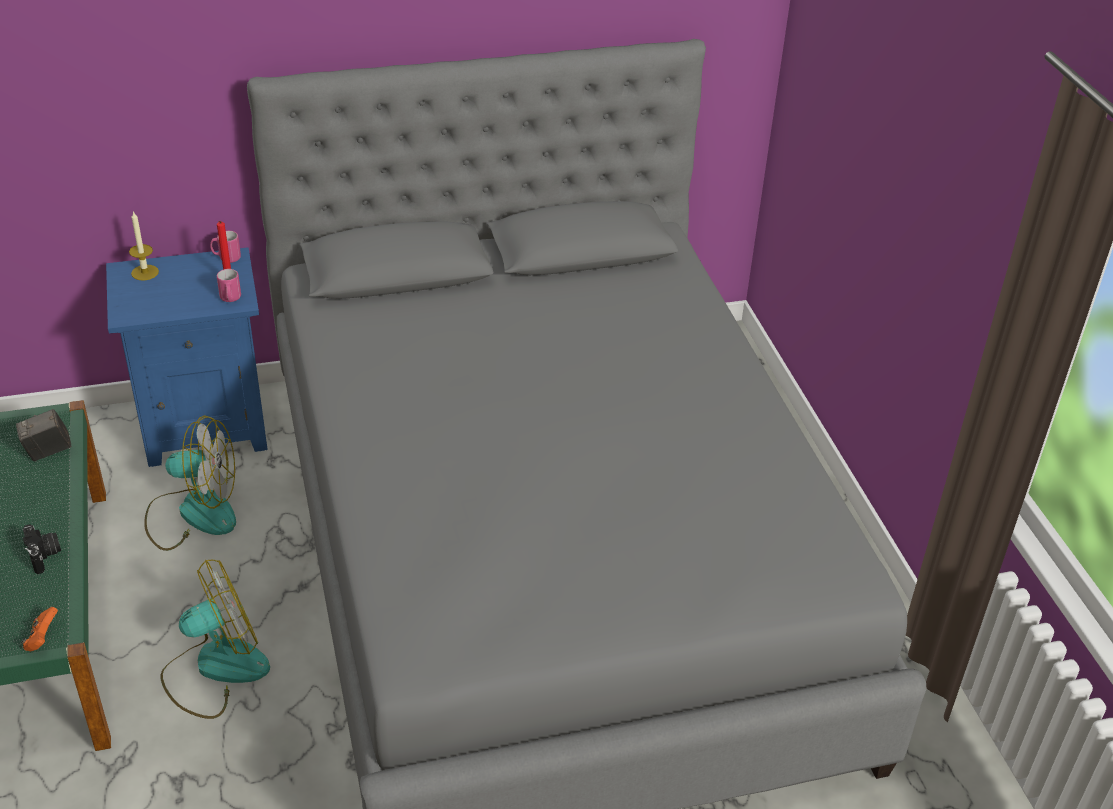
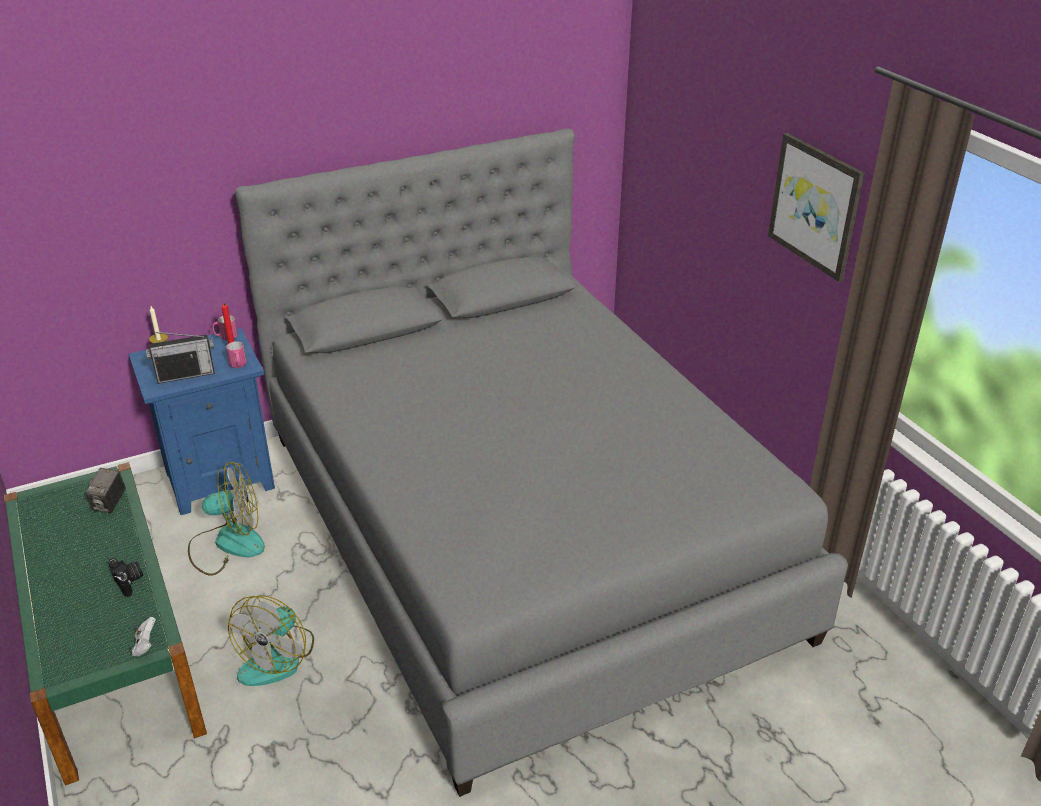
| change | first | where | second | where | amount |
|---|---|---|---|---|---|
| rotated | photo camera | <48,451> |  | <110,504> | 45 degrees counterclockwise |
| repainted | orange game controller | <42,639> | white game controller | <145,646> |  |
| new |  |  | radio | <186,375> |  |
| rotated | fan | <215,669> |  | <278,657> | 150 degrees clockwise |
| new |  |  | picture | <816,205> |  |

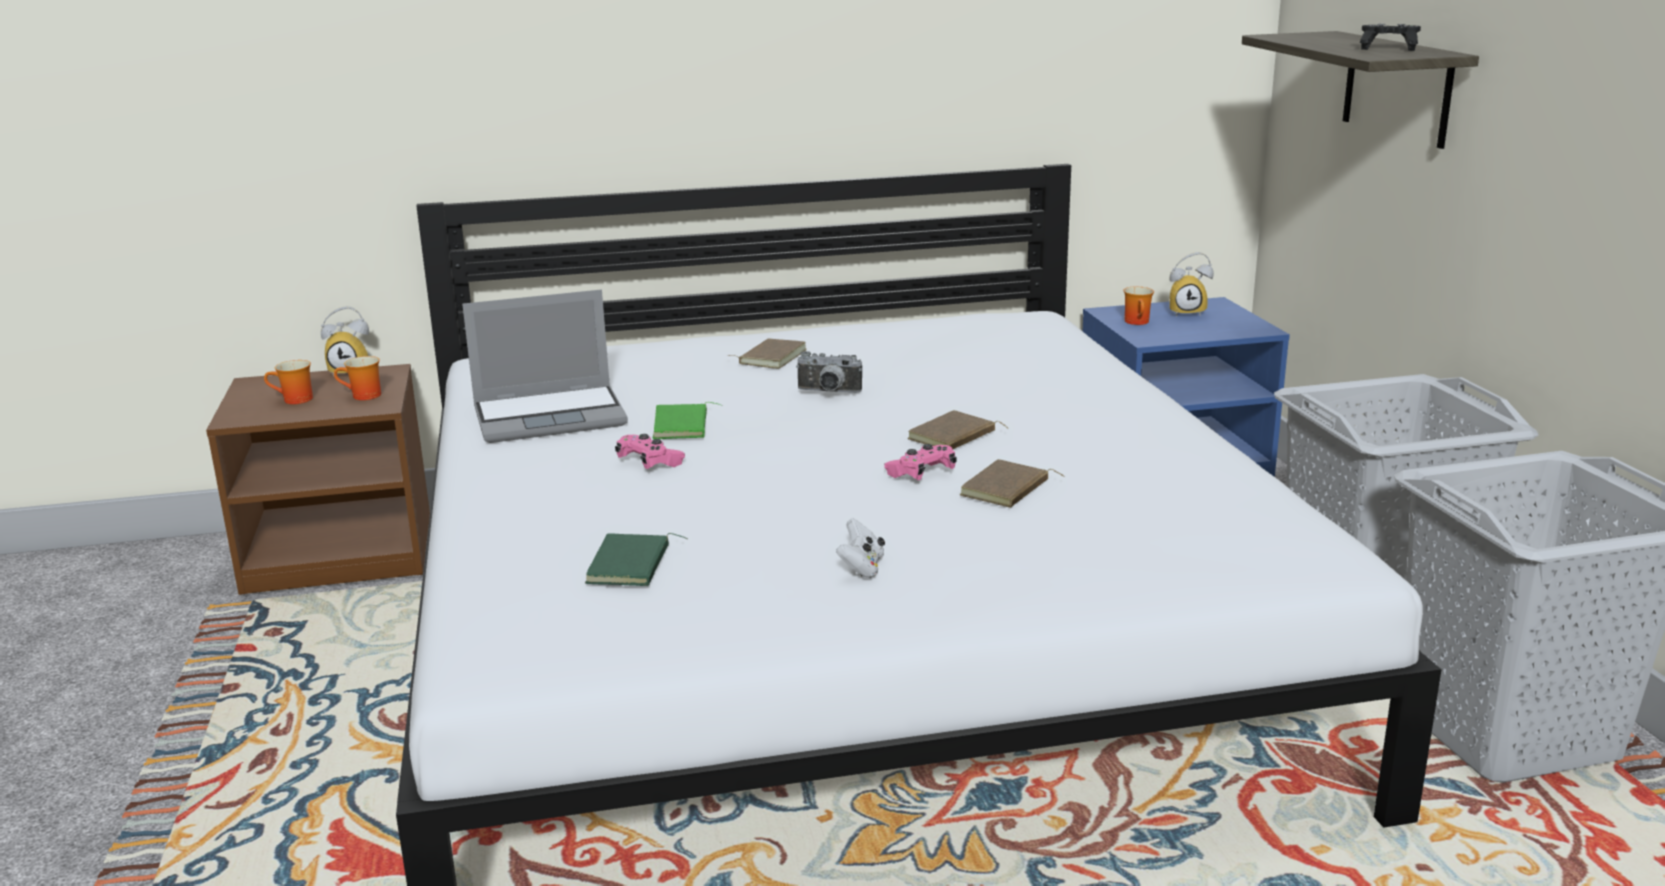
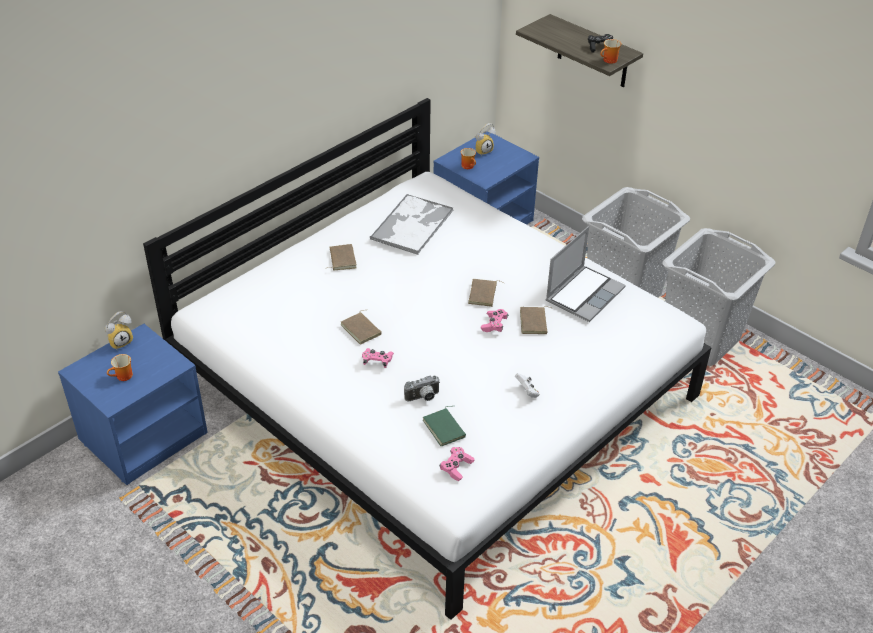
| change | first | where | second | where | amount |
|---|---|---|---|---|---|
| repainted | brown nightstand | <342,553> | blue nightstand | <143,435> |  |
| repainted | green book | <683,426> | brown book | <362,329> |  |
| new |  |  | tray | <412,224> |  |
| shifted | photo camera | <828,392> |  | <423,398> |  |
| new |  |  | pink game controller | <456,467> |  |
| shifted | laptop | <551,416> |  | <584,294> |  |
| shifted | mug | <363,396> |  | <609,61> |  |

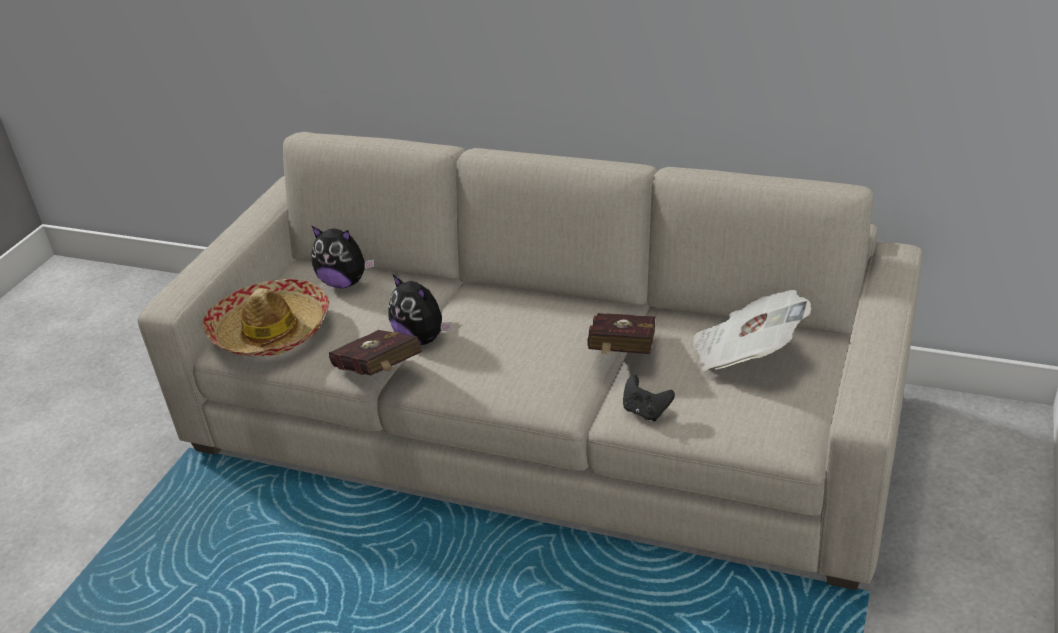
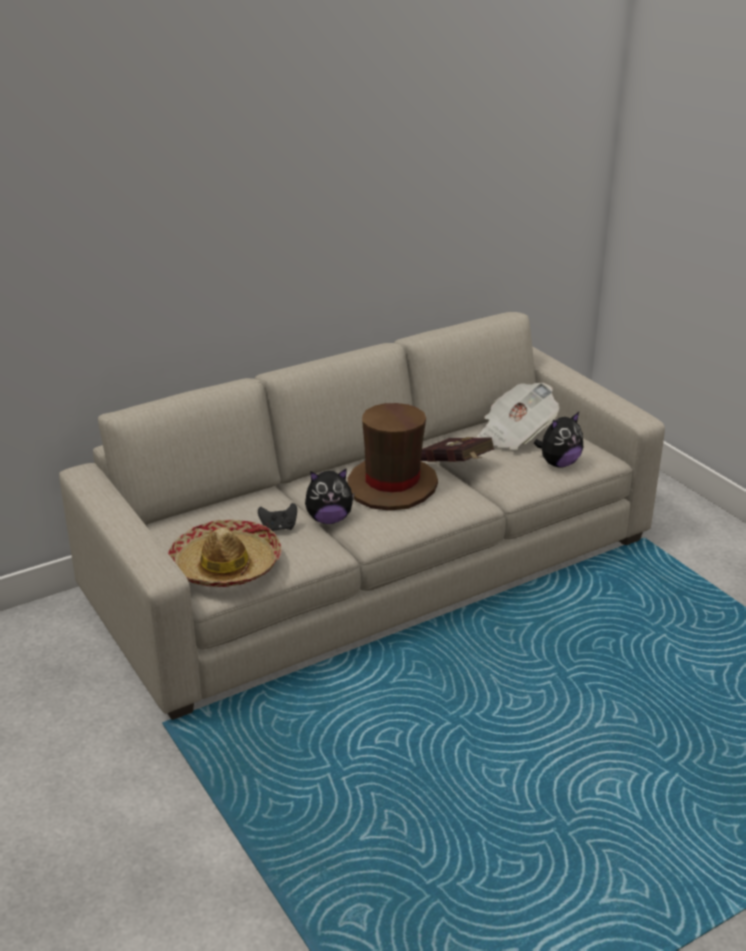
| change | first | where | second | where | amount |
|---|---|---|---|---|---|
| shifted | black game controller | <646,411> |  | <279,528> |  |
| new |  |  | brown hat | <392,486> |  |
| shifted | plush toy | <345,283> |  | <558,463> |  |
| gone | red book | <380,374> |  |  |  |

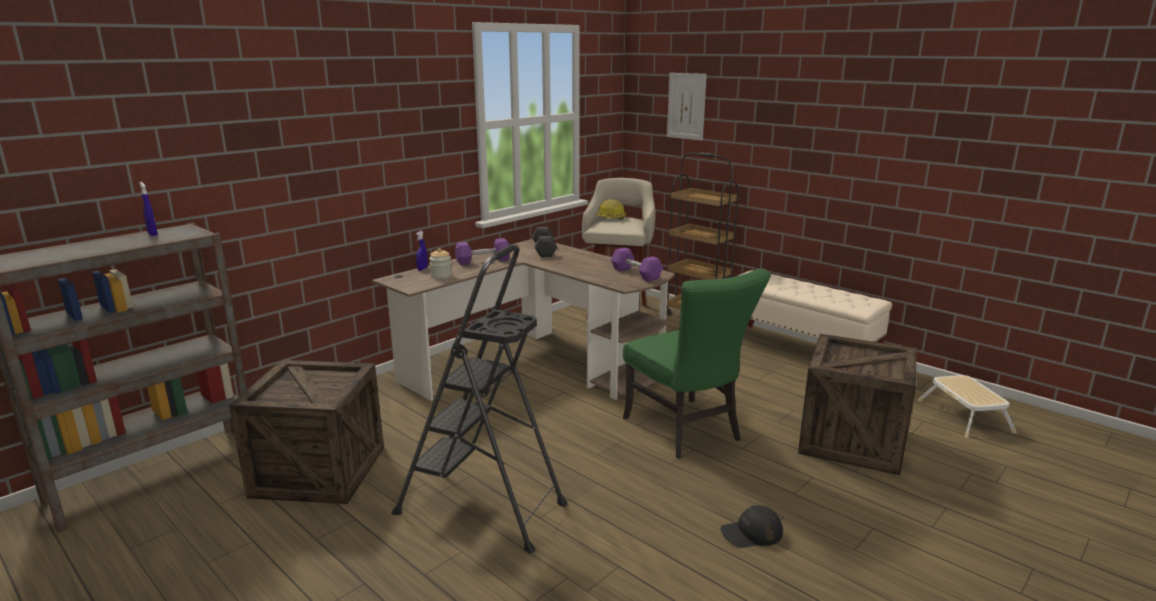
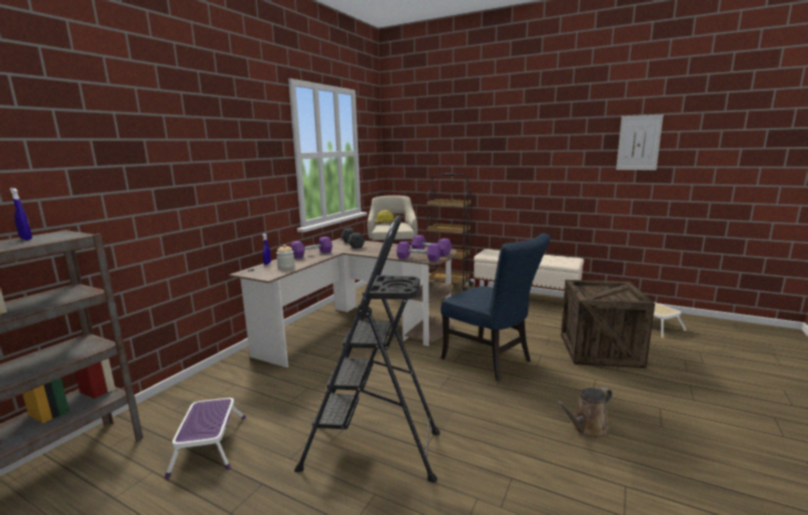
| change | first | where | second | where | amount |
|---|---|---|---|---|---|
| swapped | crate | <319,471> | purple step ladder | <210,444> |  |
| new |  |  | purple dumbbell | <418,259> |  |
| repainted | green chair | <687,431> | blue chair | <491,360> |  |
| swapped | black cap | <751,533> | brown watering can | <587,428> |  |
| shifted | picture | <686,106> |  | <638,143> |  |

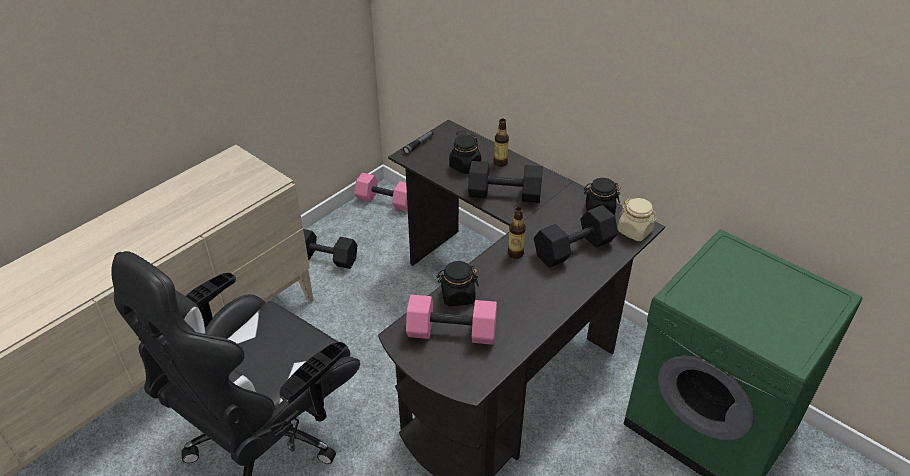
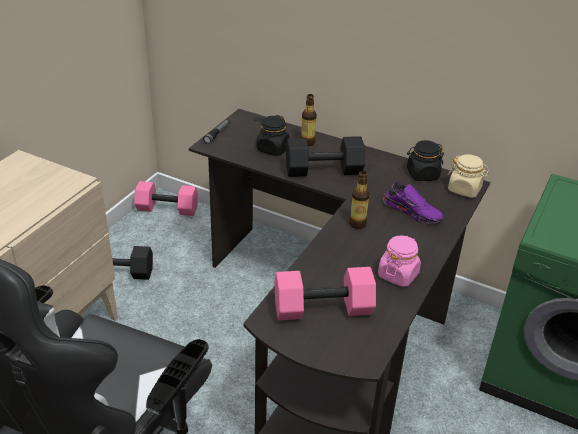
| change | first | where | second | where | amount |
|---|---|---|---|---|---|
| new |  |  | pink jar | <398,275> |  |
| swapped | black dumbbell | <574,247> | purple shoe | <413,211> |  |
| gone | black jar | <457,296> |  |  |  |

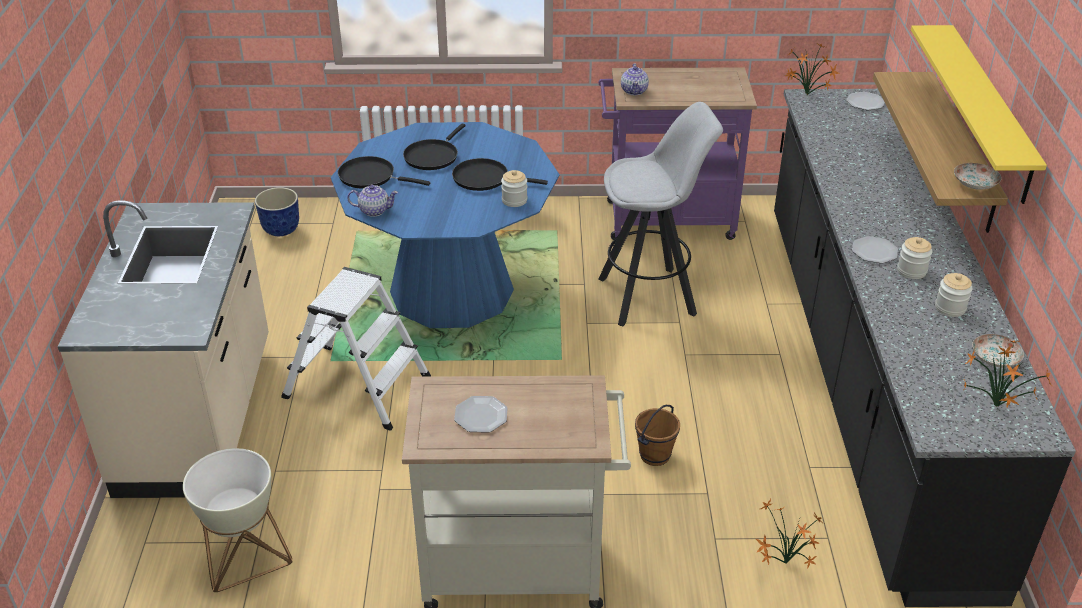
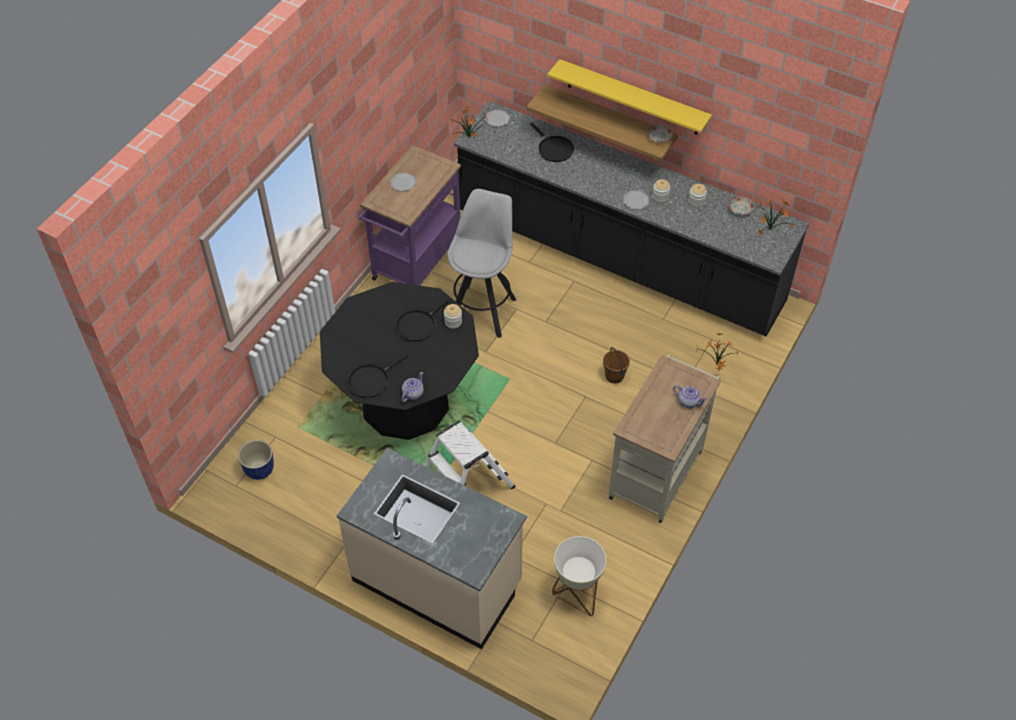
| change | first | where | second | where | amount |
|---|---|---|---|---|---|
| repainted | blue dining table | <452,291> | black dining table | <405,402> |  |
| shifted | plate | <481,416> |  | <403,182> |  |
| shifted | black frying pan | <433,156> |  | <554,149> |  |
| shifted | teapot | <634,91> |  | <688,401> |  |

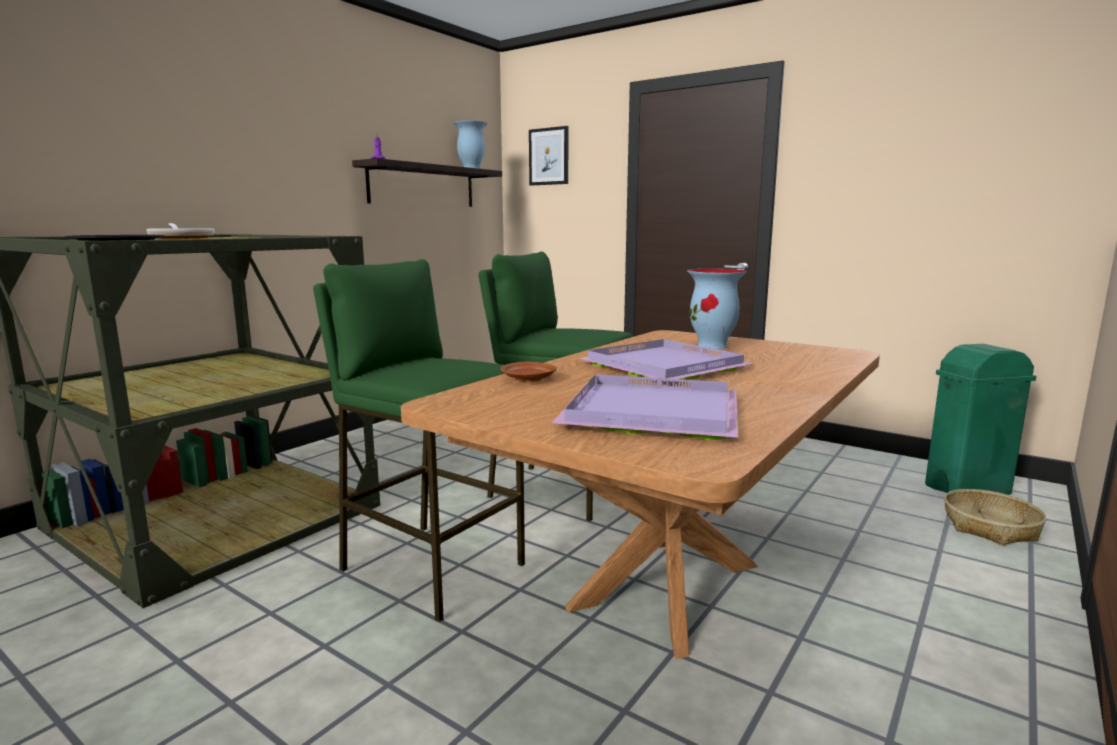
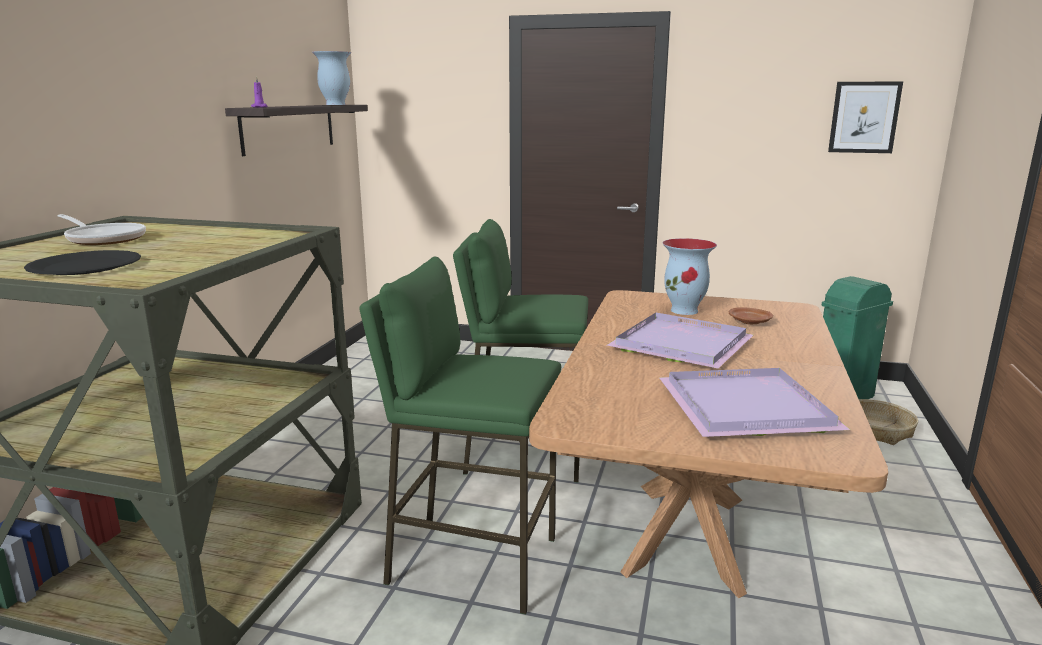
| change | first | where | second | where | amount |
|---|---|---|---|---|---|
| shifted | brown plate | <529,379> |  | <750,322> |  |
| shifted | picture | <549,156> |  | <864,117> |  |

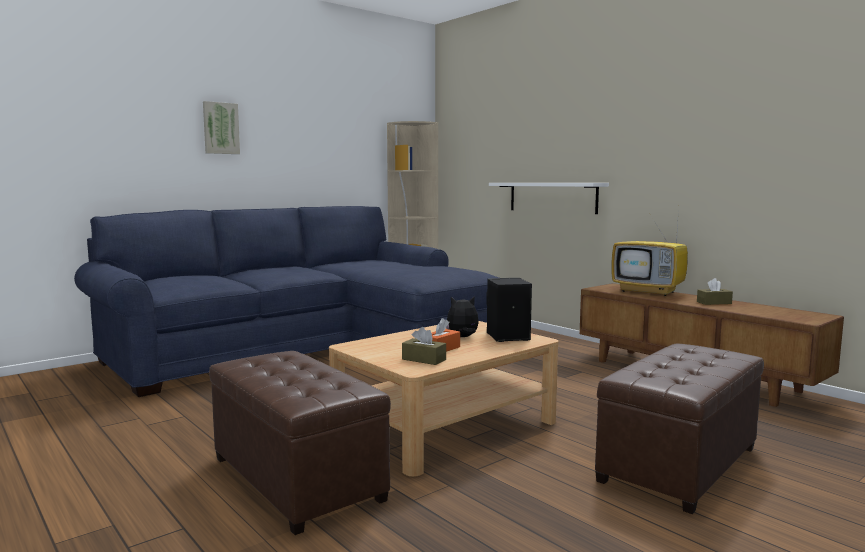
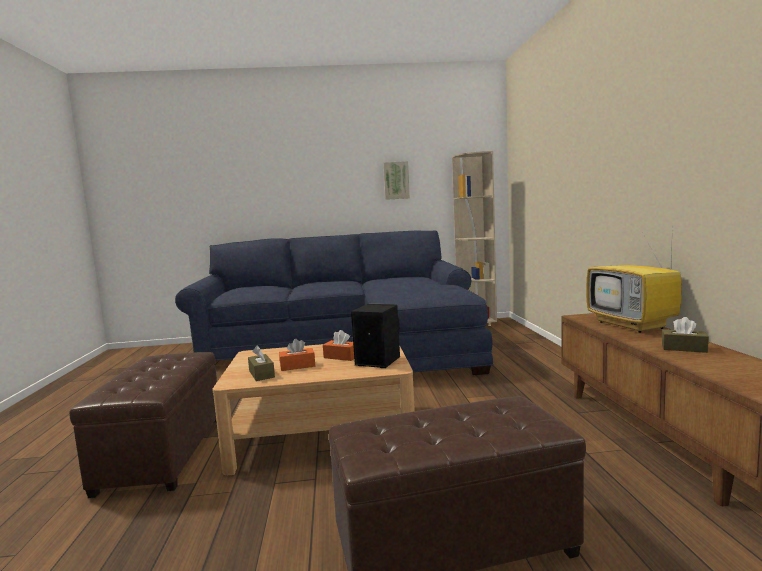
| change | first | where | second | where | amount |
|---|---|---|---|---|---|
| swapped | plush toy | <462,337> | orange tissue box | <341,357> |  |
| shifted | picture | <220,128> |  | <396,180> |  |
| gone | white shelf | <552,197> |  |  |  |

